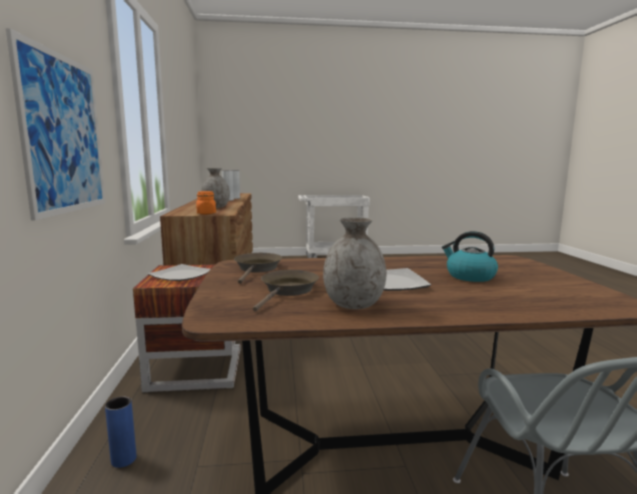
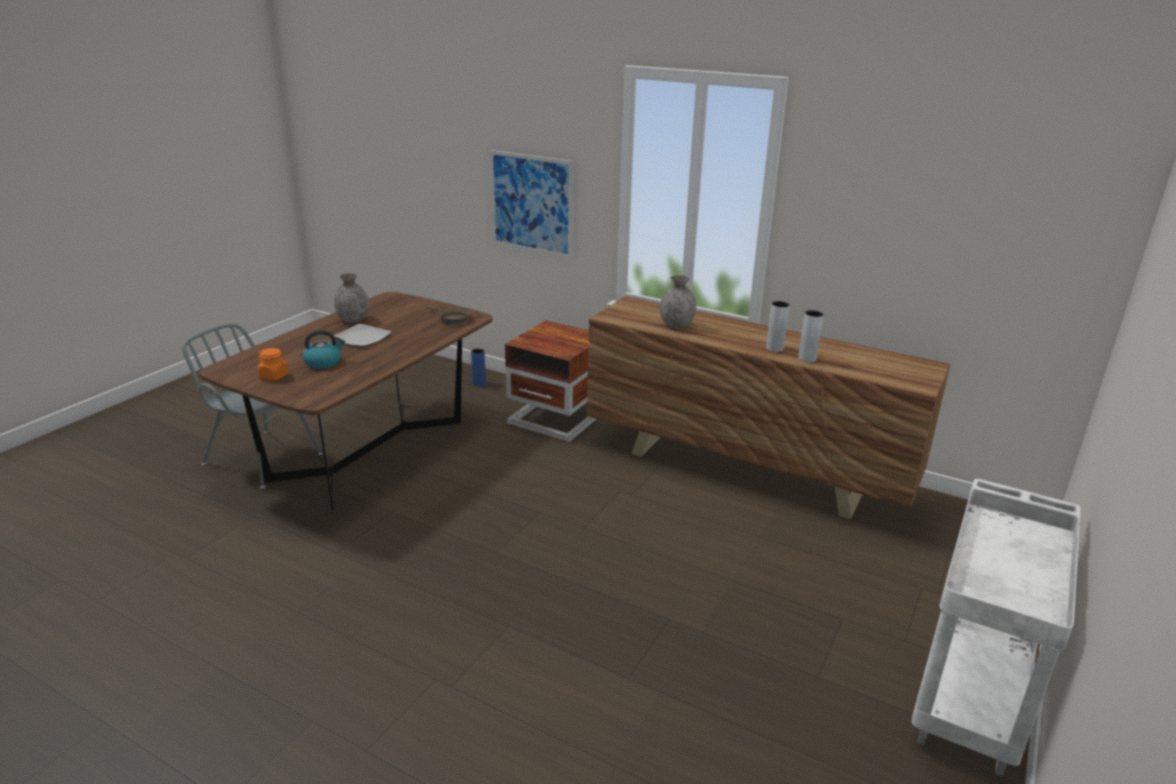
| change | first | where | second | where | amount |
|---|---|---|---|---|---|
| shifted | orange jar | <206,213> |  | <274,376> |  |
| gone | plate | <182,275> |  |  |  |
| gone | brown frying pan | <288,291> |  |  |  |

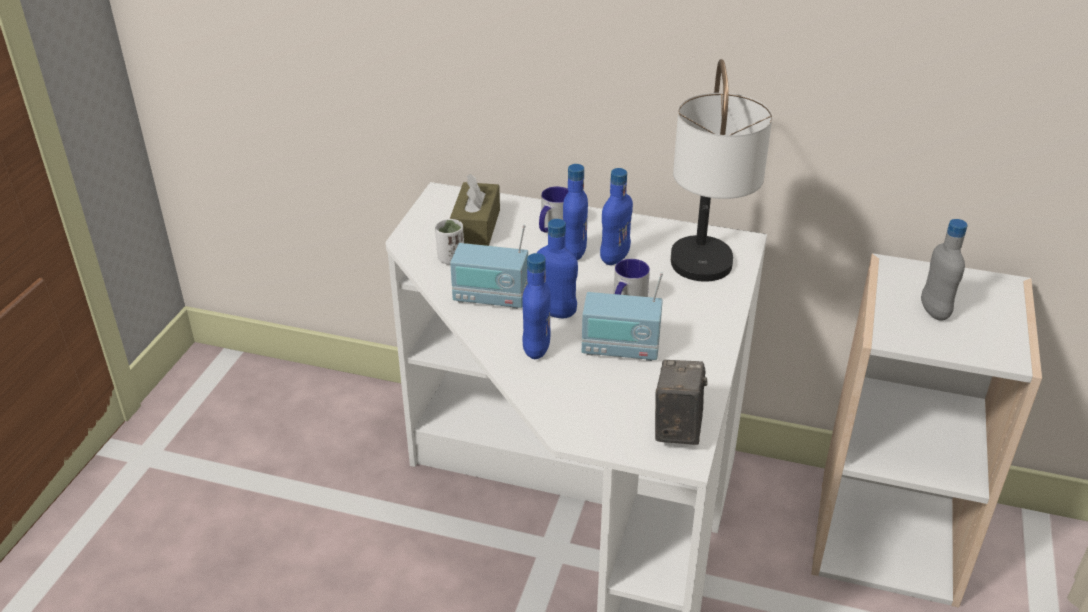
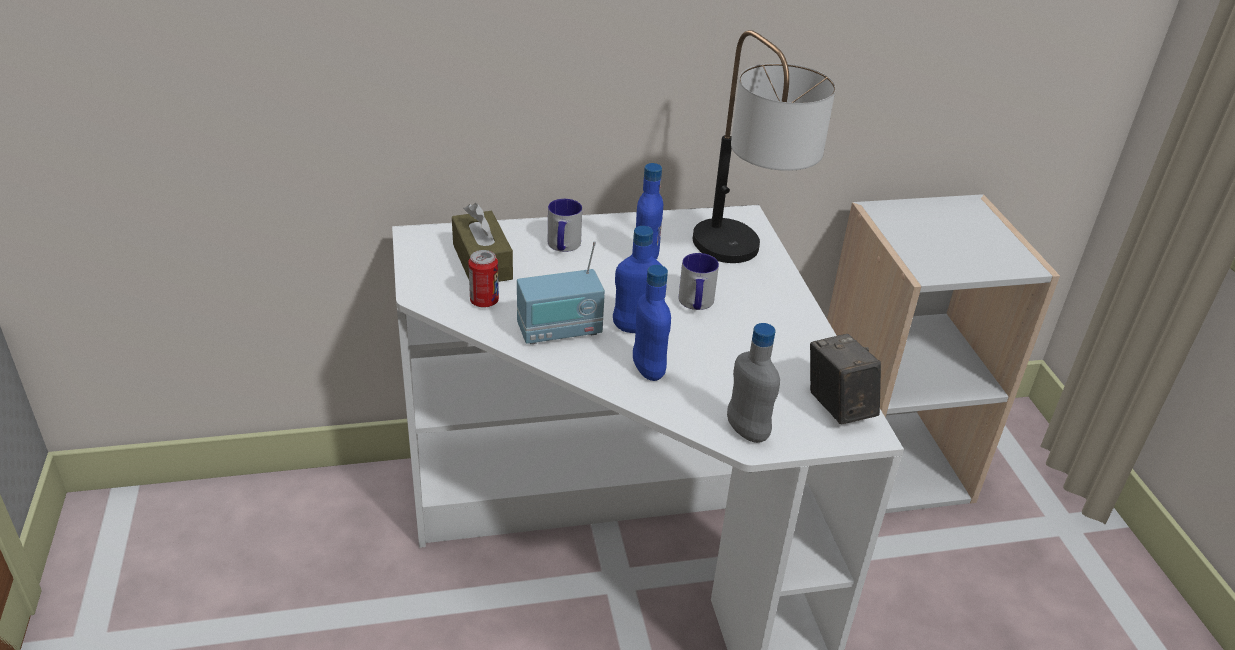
| change | first | where | second | where | amount |
|---|---|---|---|---|---|
| swapped | white cup | <451,259> | can | <484,301> |  |
| shifted | grey bottle | <934,311> |  | <746,431> |  |
| gone | blue bottle | <574,253> |  |  |  |
| gone | radio | <620,349> |  |  |  |

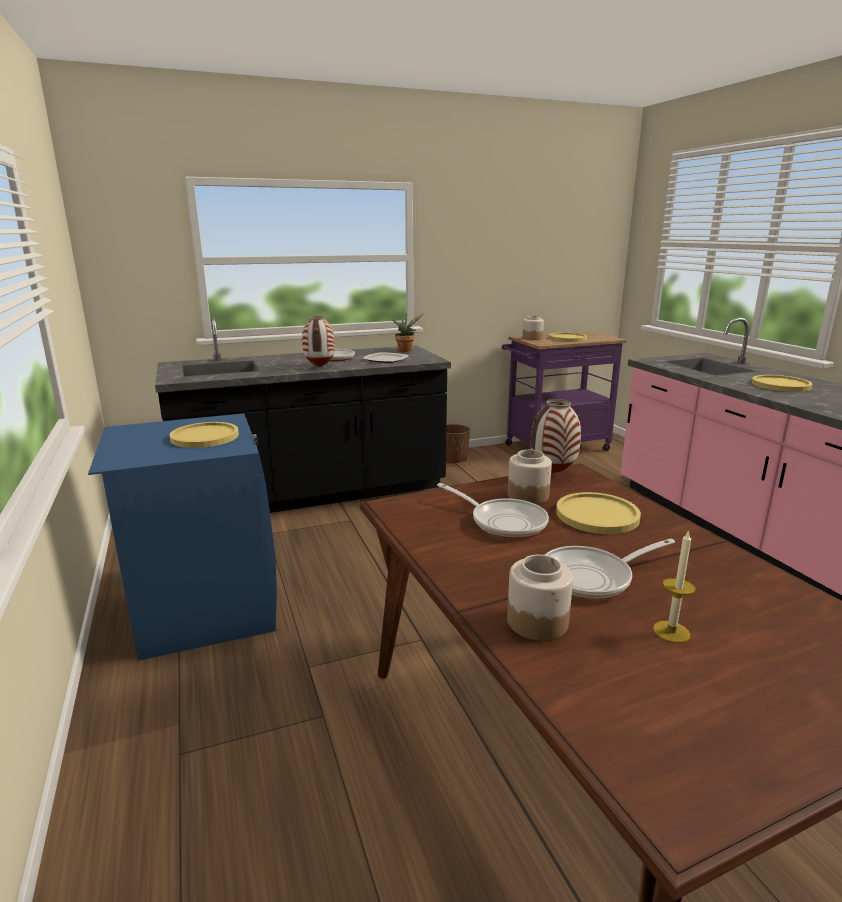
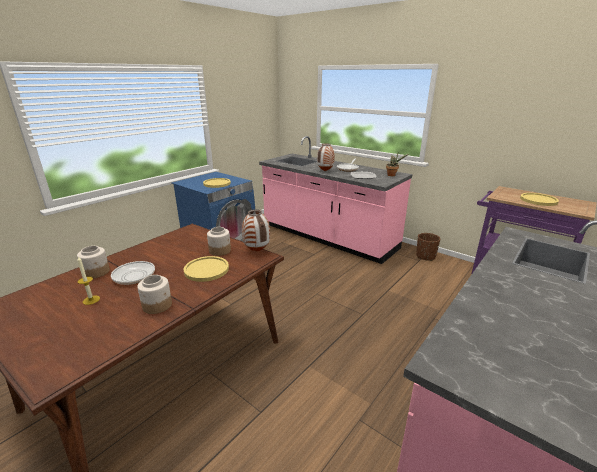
| change | first | where | second | where | amount |
|---|---|---|---|---|---|
| shifted | jar | <532,338> |  | <157,305> |  |
| repainted | black counter | <313,494> | pink counter | <327,237> |  |
| gone | frying pan | <503,521> |  |  |  |
| gone | yellow plate | <780,385> |  |  |  |

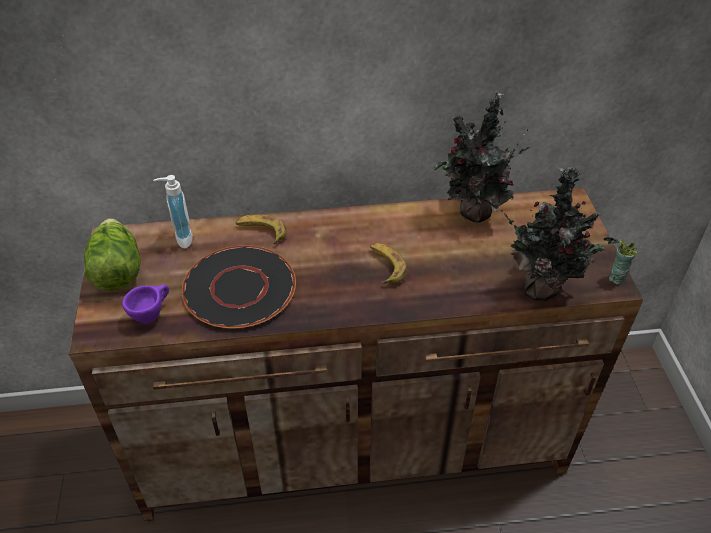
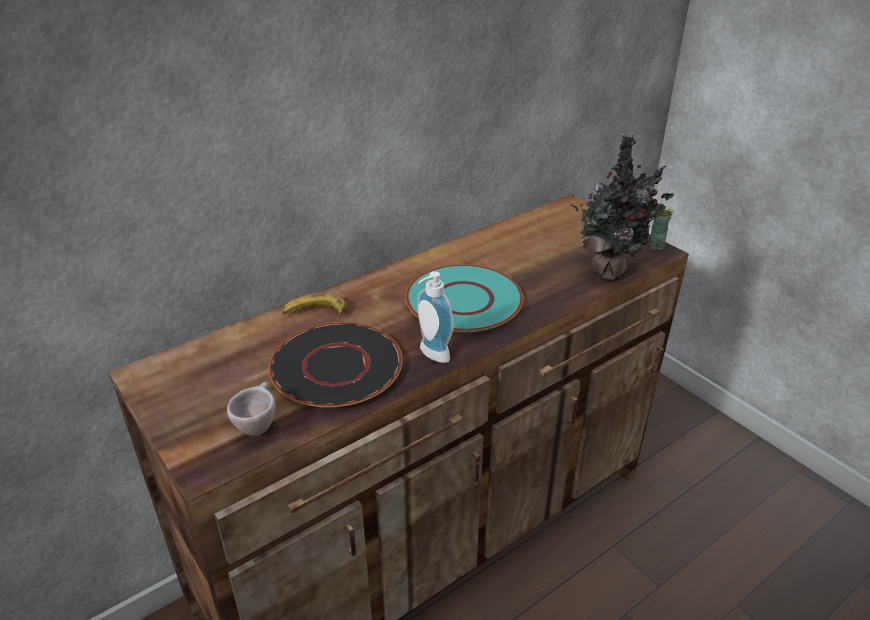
| change | first | where | second | where | amount |
|---|---|---|---|---|---|
| repainted | purple cup | <151,314> | beige cup | <258,424> |  |
| swapped | banana | <385,266> | turquoise plate | <463,300> |  |
| shifted | soap dispenser | <180,238> |  | <431,355> |  |
| gone | lettuce | <116,269> |  |  |  |
| gone | potted plant | <473,214> |  |  |  |

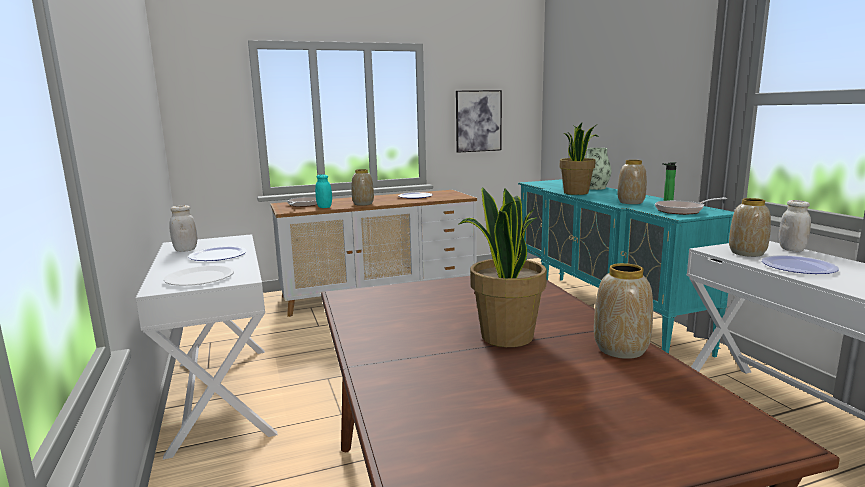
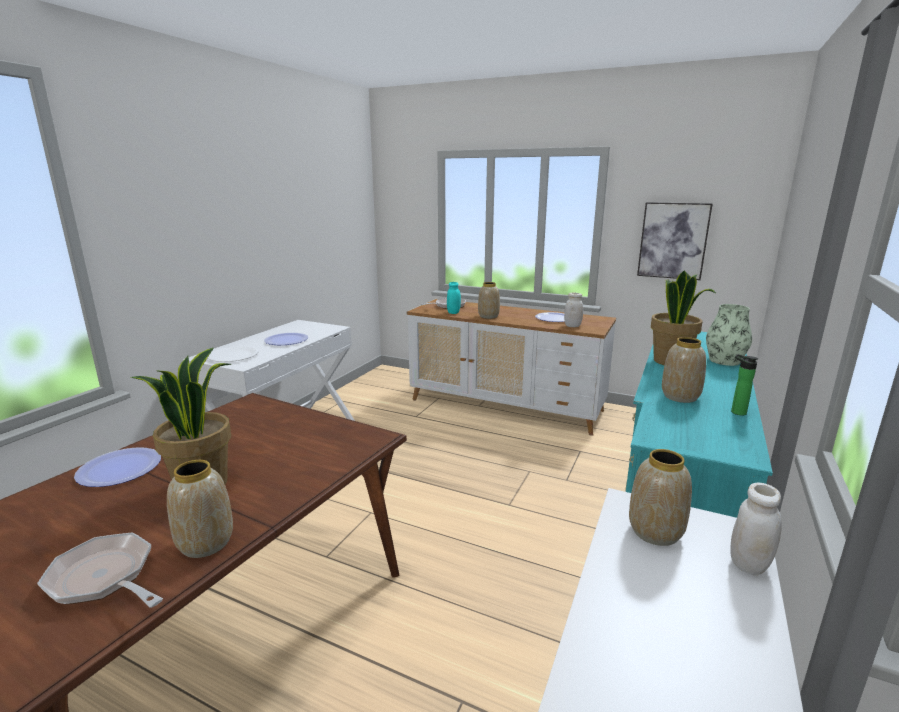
| change | first | where | second | where | amount |
|---|---|---|---|---|---|
| shifted | frying pan | <683,210> |  | <105,579> |  |
| shifted | plate | <798,267> |  | <120,469> |  |
| shifted | white jar | <185,250> |  | <572,326> |  |

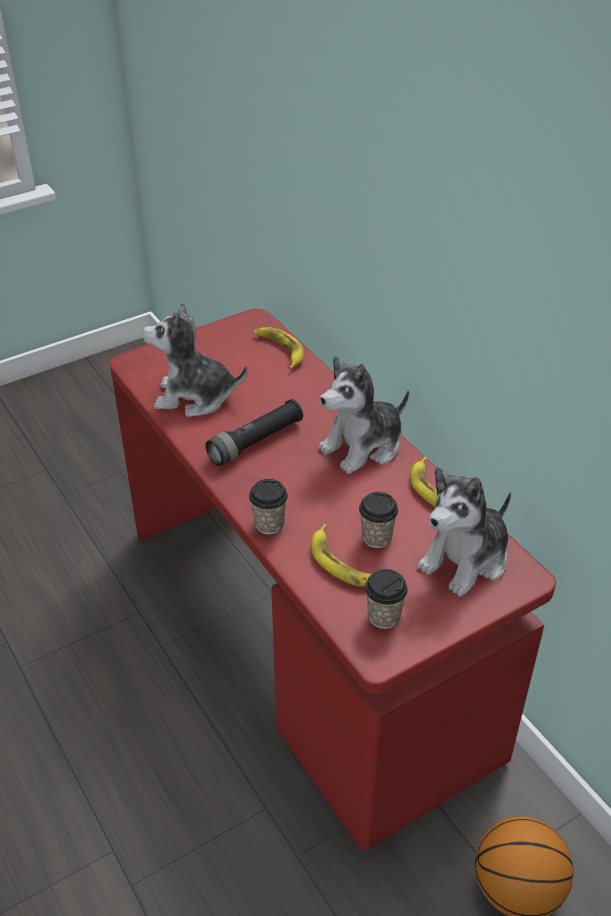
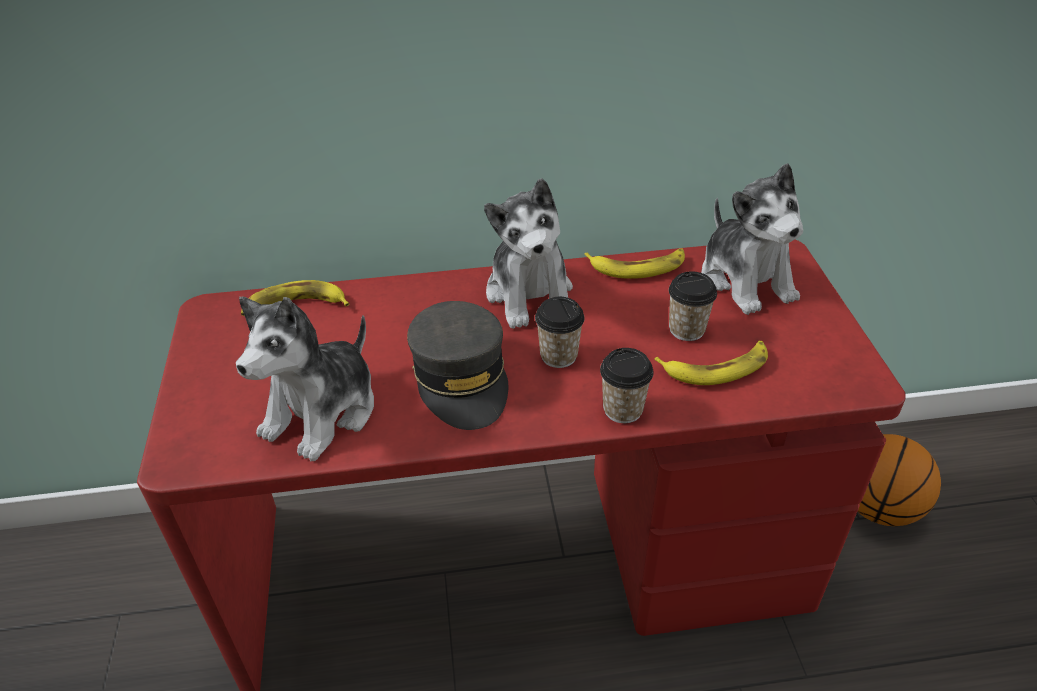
| change | first | where | second | where | amount |
|---|---|---|---|---|---|
| swapped | black flashlight | <256,442> | grey cap | <461,378> |  |
| shifted | cup | <383,616> |  | <558,356> |  |

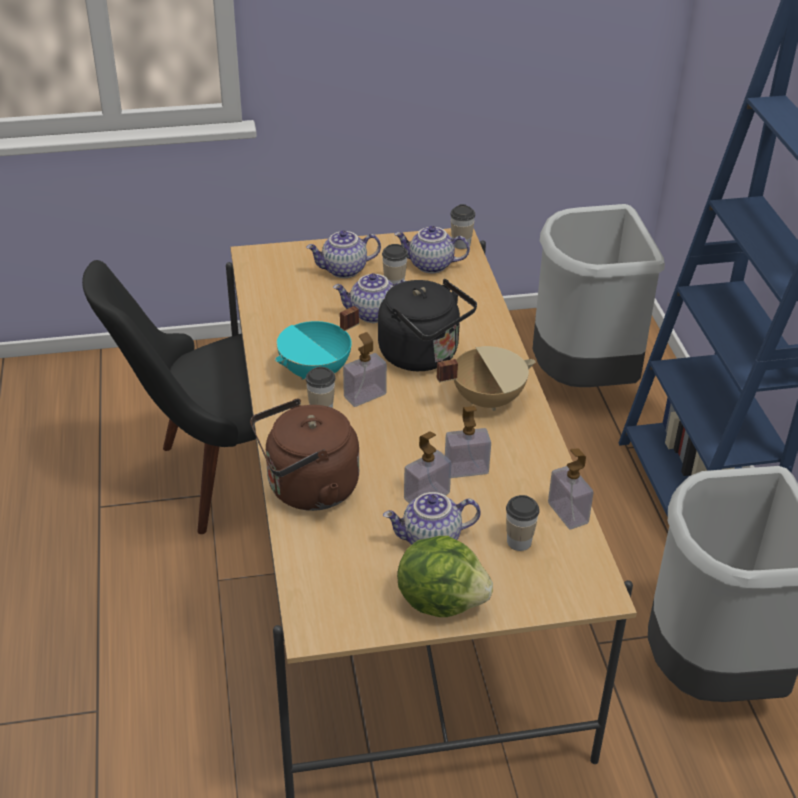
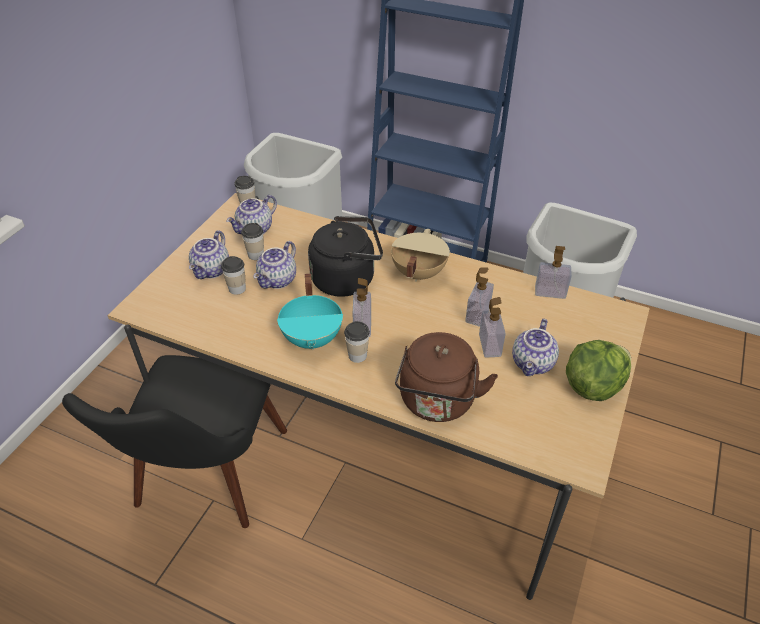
| change | first | where | second | where | amount |
|---|---|---|---|---|---|
| shifted | cup | <519,541> |  | <237,288> |  |

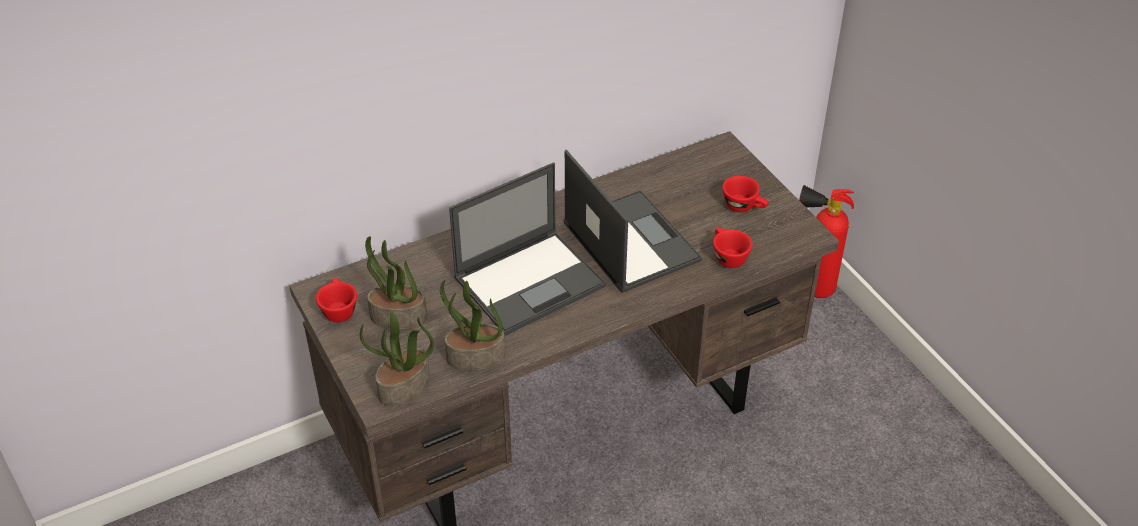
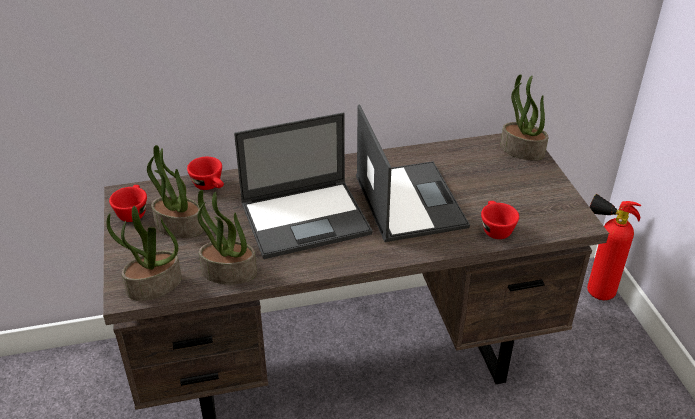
| change | first | where | second | where | amount |
|---|---|---|---|---|---|
| shifted | red cup | <744,206> |  | <210,186> |  |
| new |  |  | potted plant | <521,150> |  |

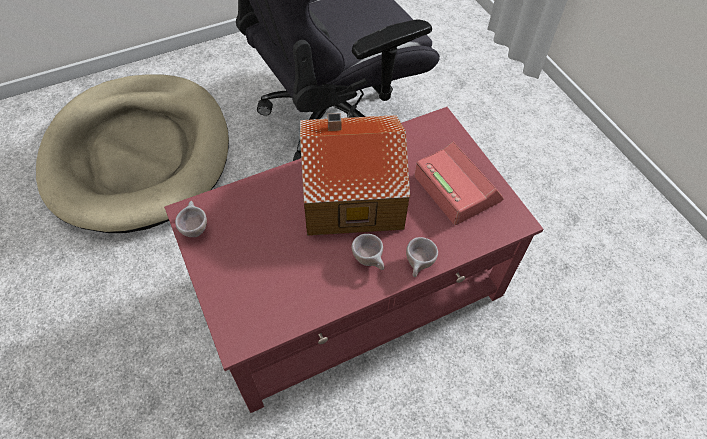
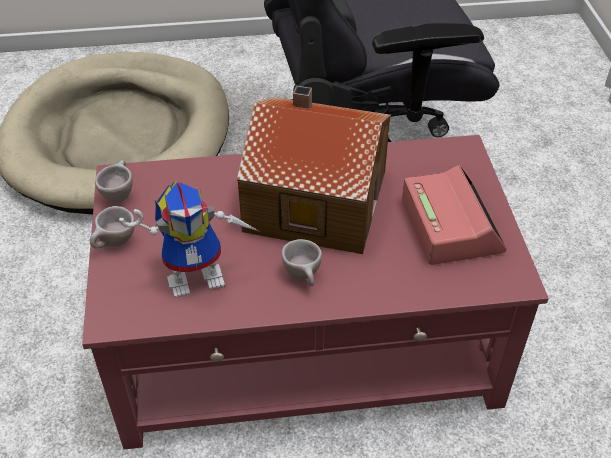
| change | first | where | second | where | amount |
|---|---|---|---|---|---|
| shifted | beige cup | <418,266> |  | <114,244> |  |
| new |  |  | toy robot | <199,275> |  |

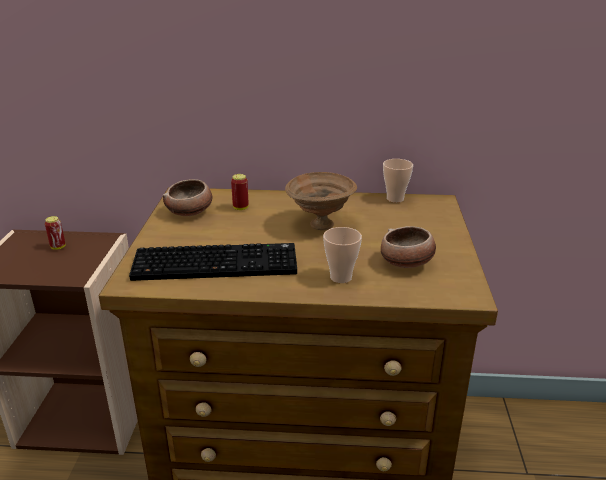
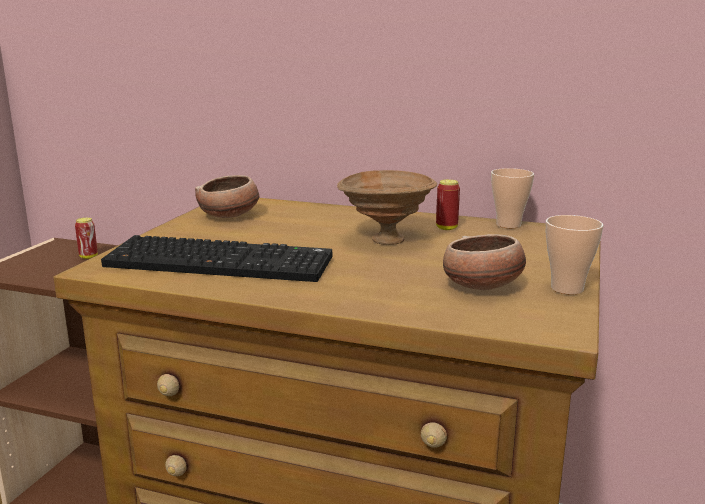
| change | first | where | second | where | amount |
|---|---|---|---|---|---|
| shifted | can | <240,208> |  | <446,228> |  |
| shifted | cup | <341,277> |  | <567,288> |  |

